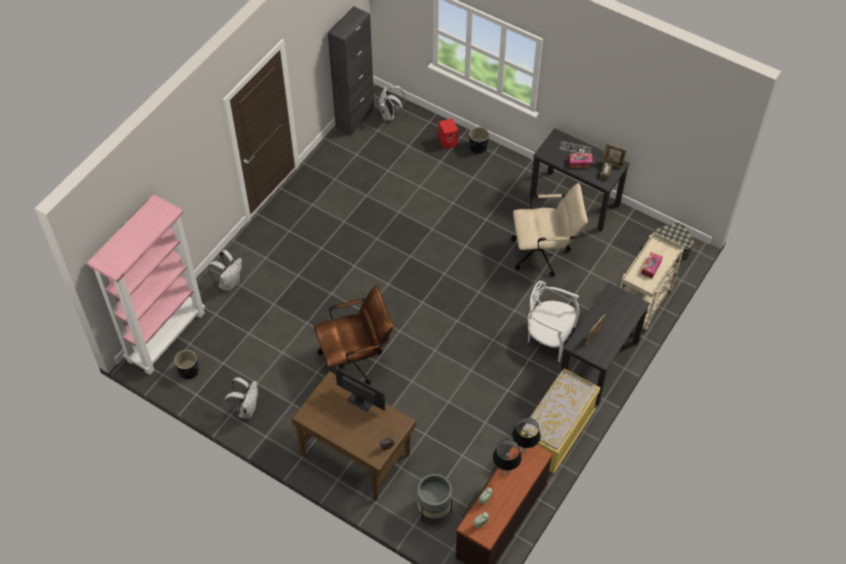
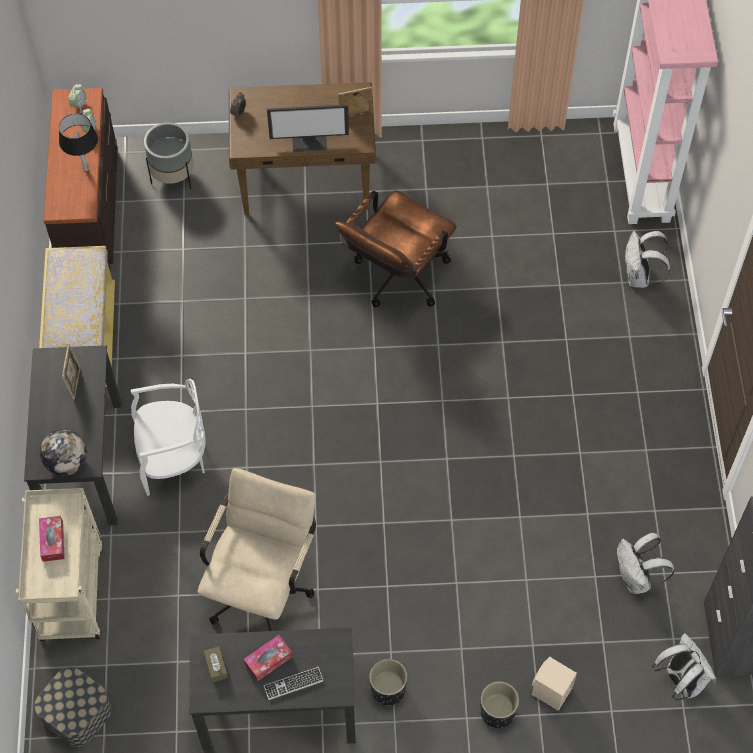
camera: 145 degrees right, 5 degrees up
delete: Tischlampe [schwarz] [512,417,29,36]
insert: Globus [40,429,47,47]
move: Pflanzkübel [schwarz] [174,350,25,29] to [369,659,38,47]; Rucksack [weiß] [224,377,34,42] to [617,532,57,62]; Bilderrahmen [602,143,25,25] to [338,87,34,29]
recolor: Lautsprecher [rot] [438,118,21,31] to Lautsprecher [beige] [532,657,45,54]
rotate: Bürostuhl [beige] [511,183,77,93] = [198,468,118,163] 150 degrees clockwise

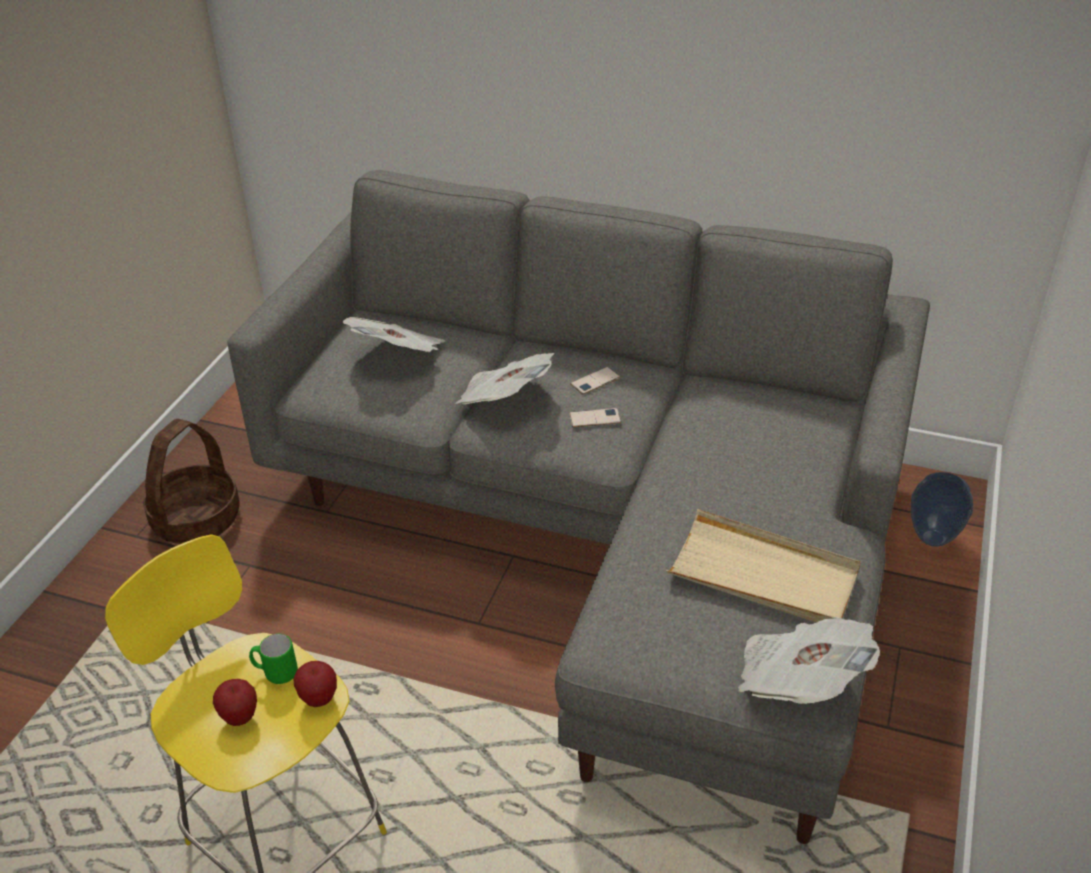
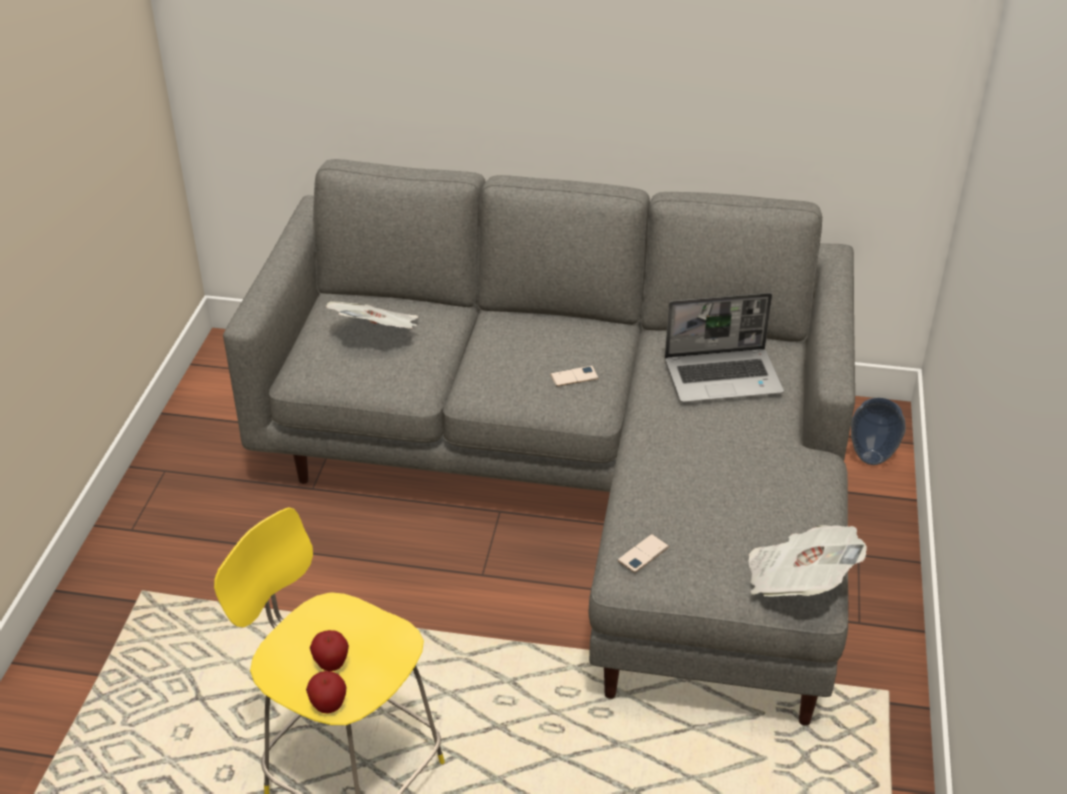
camera: 10 degrees left, 0 degrees up
delete: Korb [143,419,97,125]; Henkelbecher [grün] [249,634,49,50]; Zeitung [455,353,99,51]; Tablett [beige] [666,509,195,114]
insert: Laptop [665,293,119,110]
move: Apfel [293,661,44,46] to [306,671,40,43]; Handy [570,367,51,28] to [617,534,52,39]

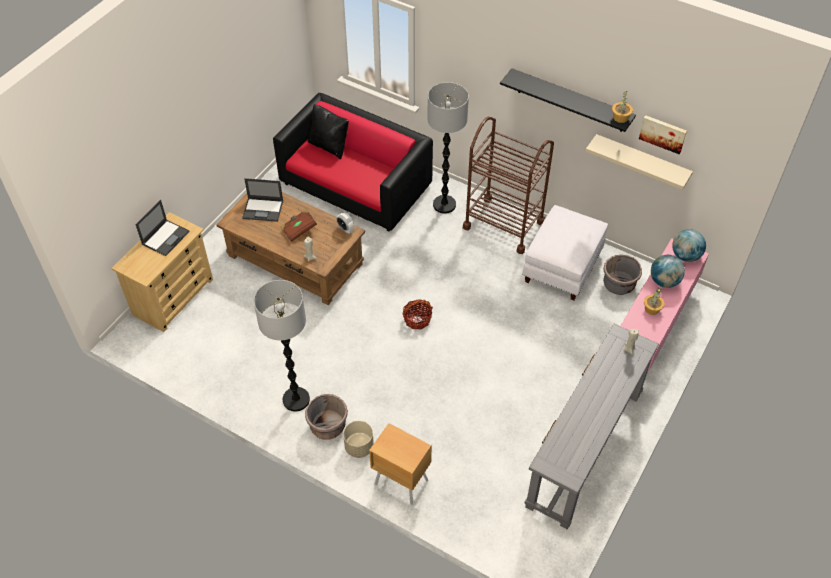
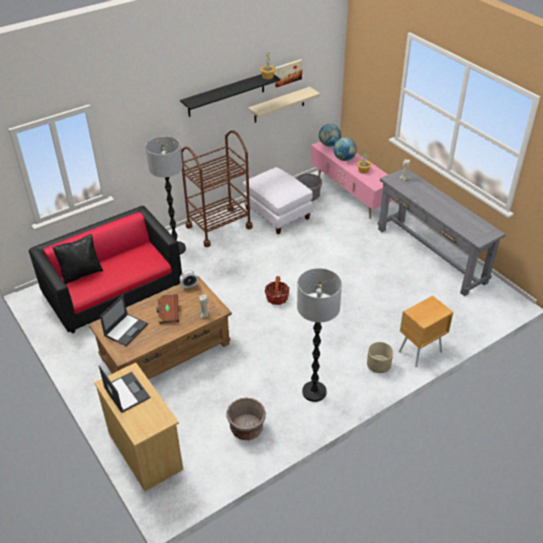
camera: 65 degrees left, 10 degrees down
move: Pflanzkübel [grau] [305,394,43,46] to [226,398,40,42]

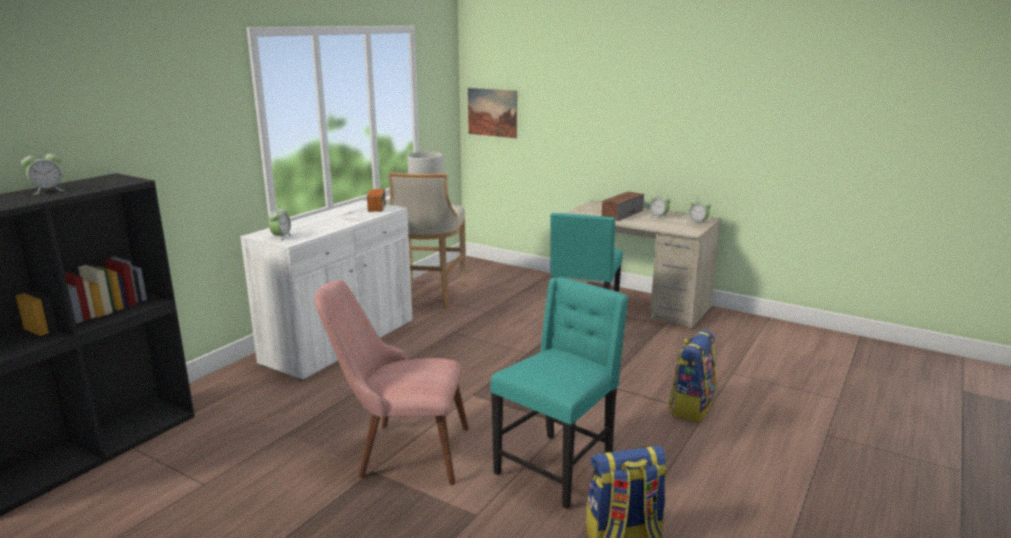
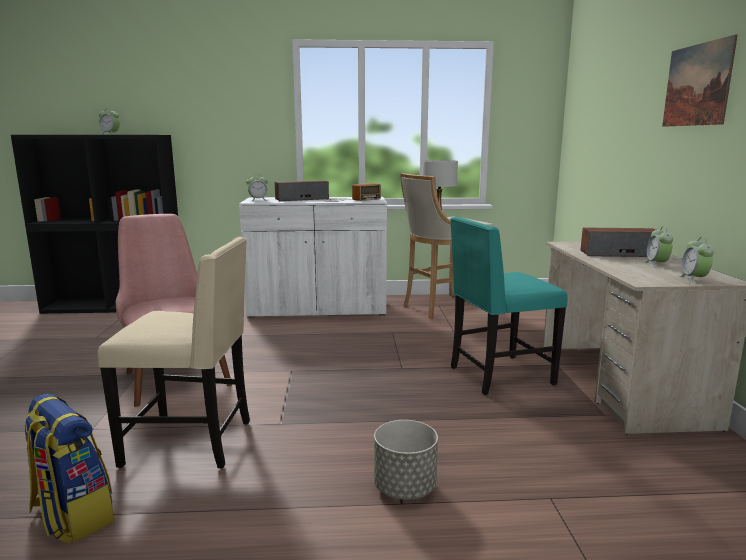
camera: 55 degrees right, 5 degrees down
insert: Lautsprecher [275,180,54,21]
move: Bild [468,88,49,50] to [662,35,76,92]
replace: Rucksack [668,330,49,92] to Pflanzkübel [grau] [374,420,64,80]
recolor: Stuhl [türkis] [490,277,139,232] to Stuhl [beige] [97,237,153,232]

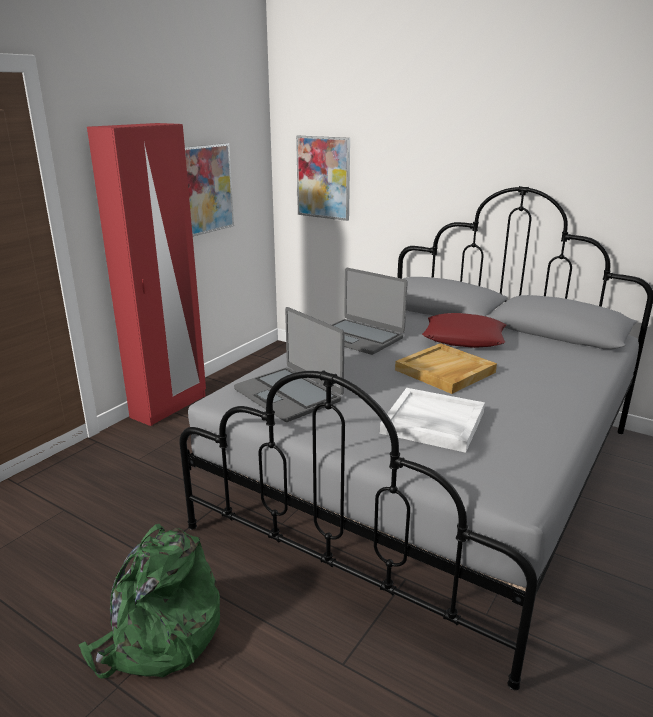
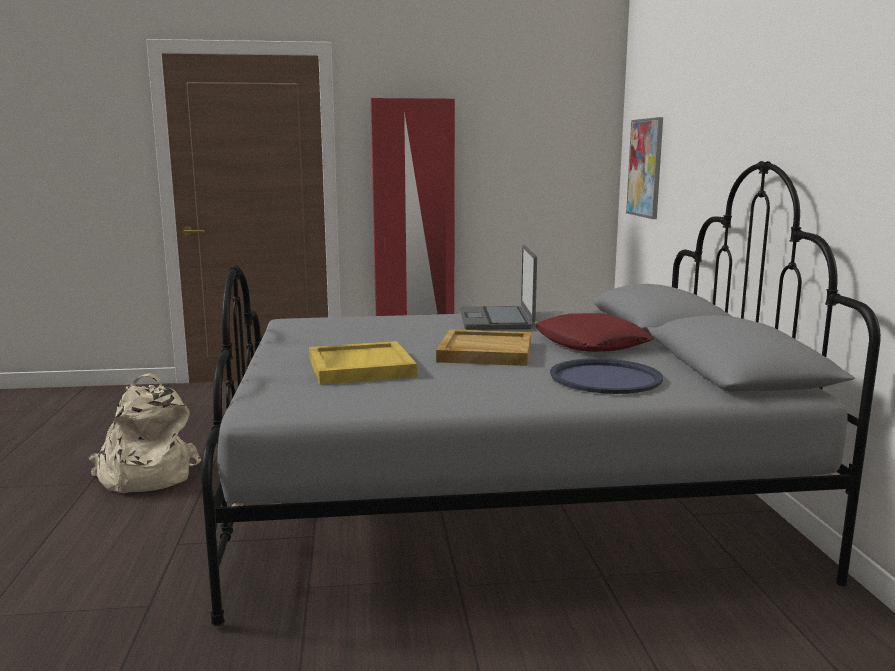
camera: 50 degrees right, 10 degrees down
delete: Bild [185,143,49,94]; Laptop [234,307,111,115]
insert: Tablett [blau] [550,358,113,36]
recolor: Rucksack [grün] [79,524,141,155] to Rucksack [beige] [88,373,113,120]; Tablett [weiß] [380,388,105,65] to Tablett [gelb] [309,341,108,44]

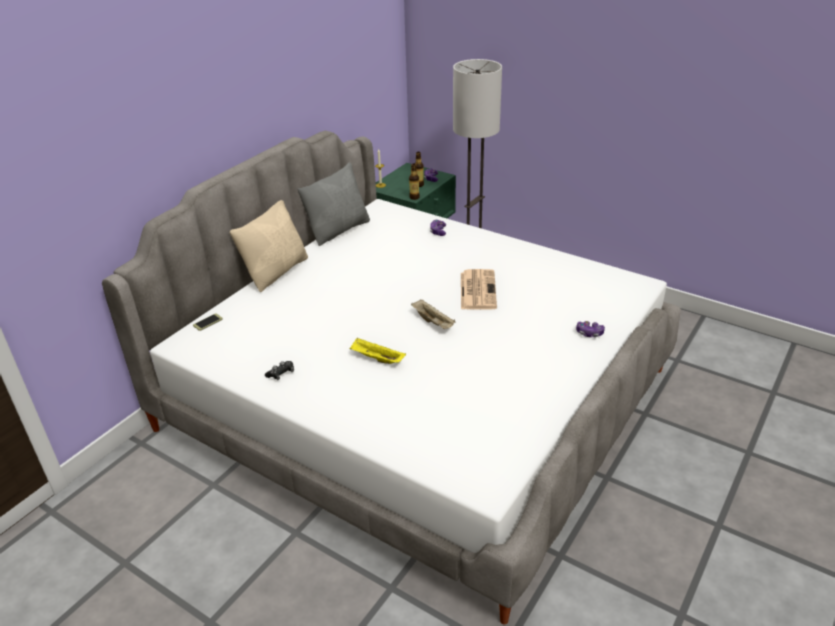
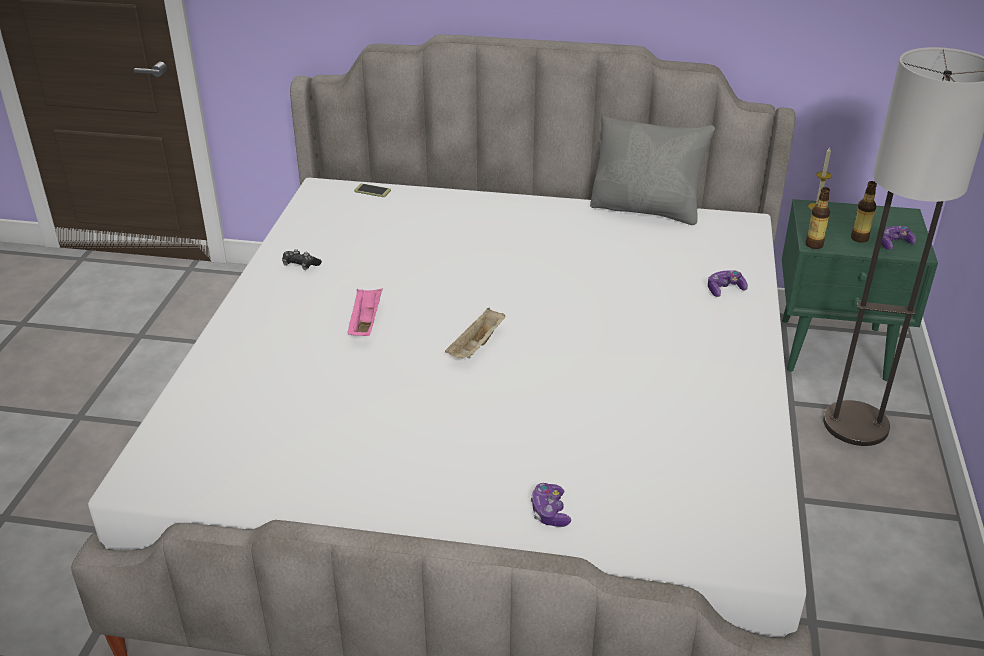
camera: 65 degrees right, 0 degrees up
delete: Kissen [beige] [230,200,78,92]; Zeitung [461,269,36,41]
recolor: Tablett [gelb] [350,338,56,26] to Tablett [rosa] [347,288,36,48]

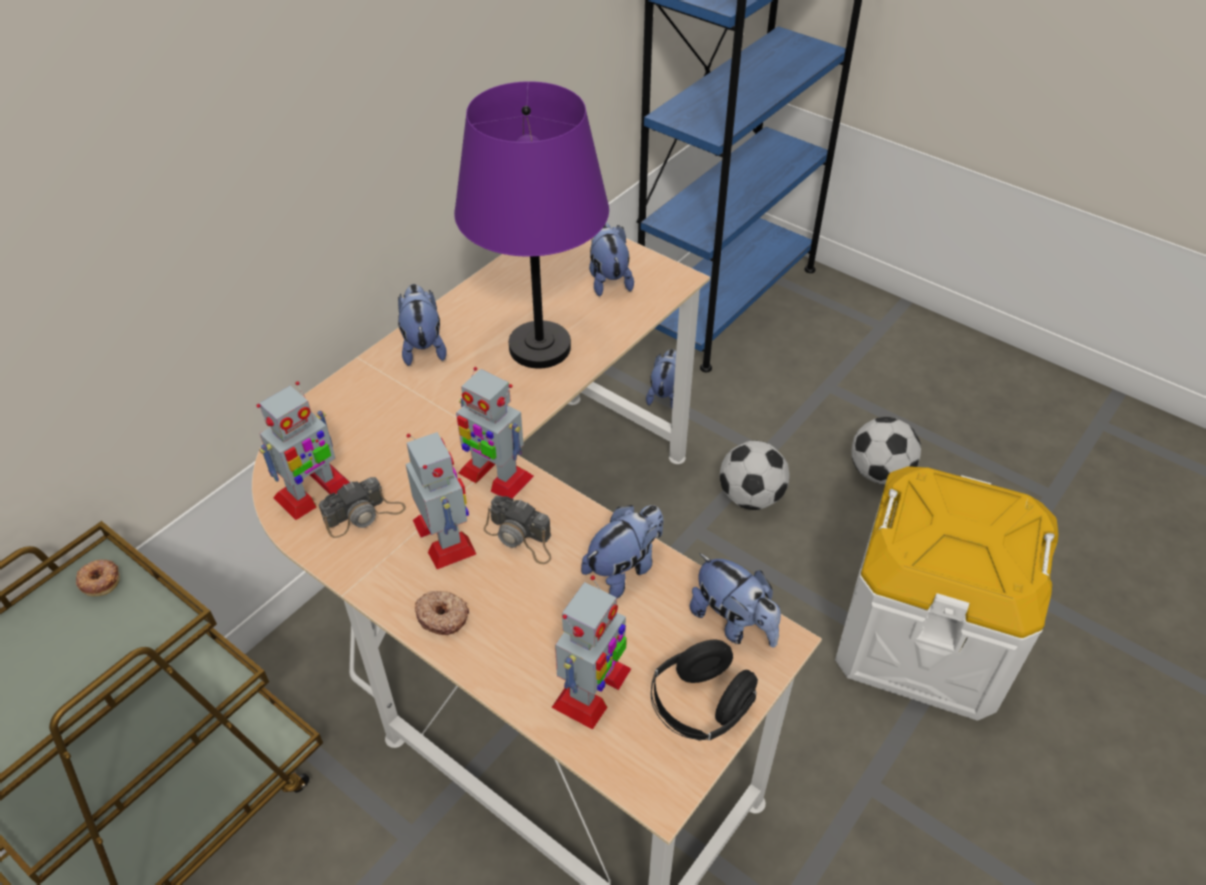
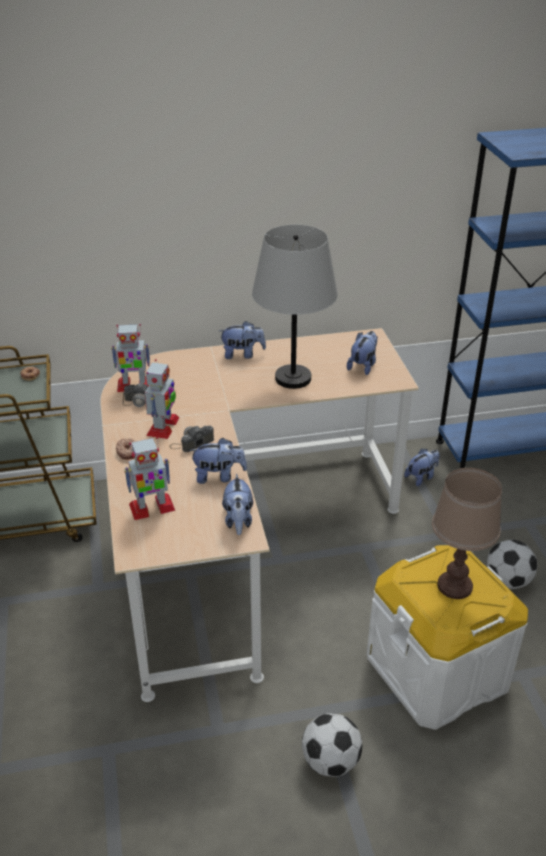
camera: 40 degrees right, 10 degrees down
delete: Spielzeugroboter [456,367,78,132]; Kopfhörer [schwarz] [651,640,107,101]
insert: Tischlampe [braun] [432,468,70,131]
move: Fußball [720,440,70,70] to [302,713,60,64]
recolor: Tischlampe [lila] [454,81,155,288] to Tischlampe [grau] [252,224,86,165]
rotate: Plüschtier [398,284,49,82] = [219,321,47,38] 60 degrees clockwise; Kamera [484,496,67,68] = [169,426,45,26] 75 degrees clockwise

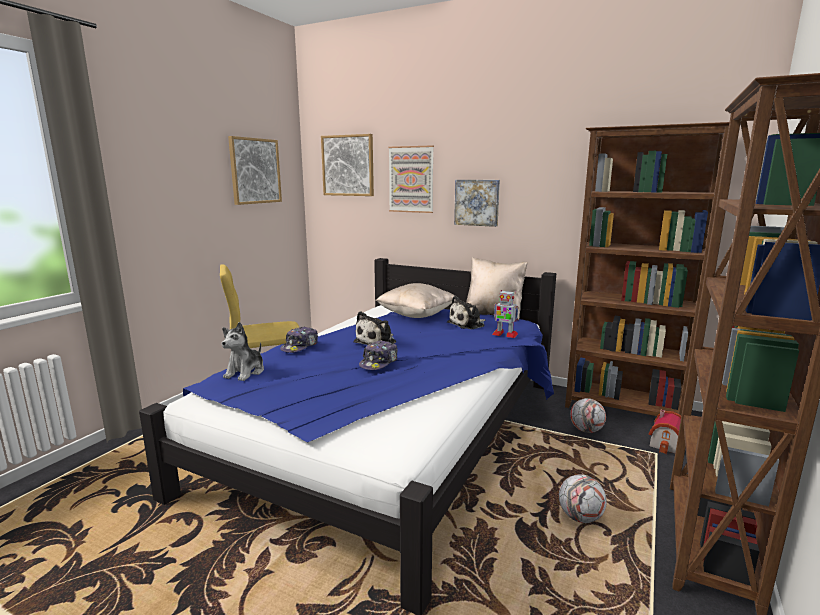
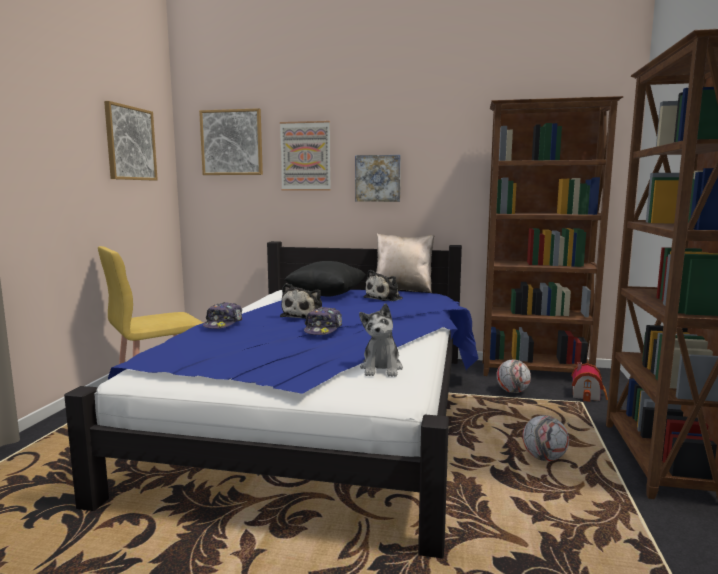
camera: 15 degrees left, 5 degrees down
delete: Spielzeugroboter [492,290,27,48]
move: Plüschtier [222,322,42,59] to [359,304,44,73]
recolor: Kissen [beige] [376,283,79,35] to Kissen [schwarz] [284,261,81,35]

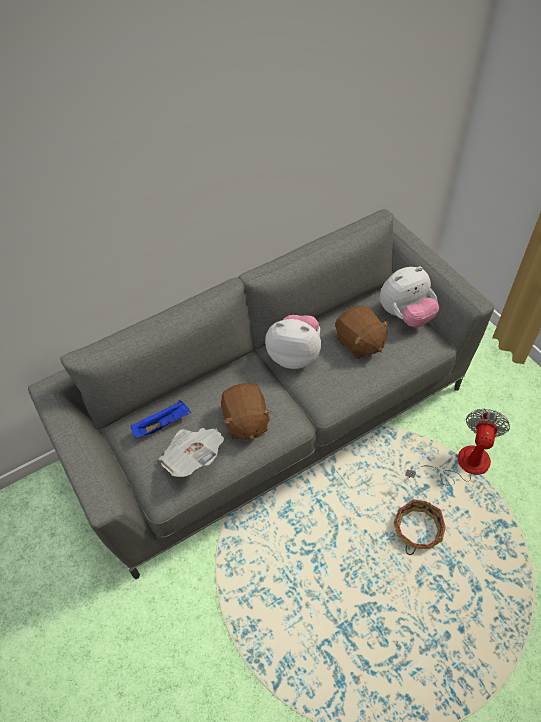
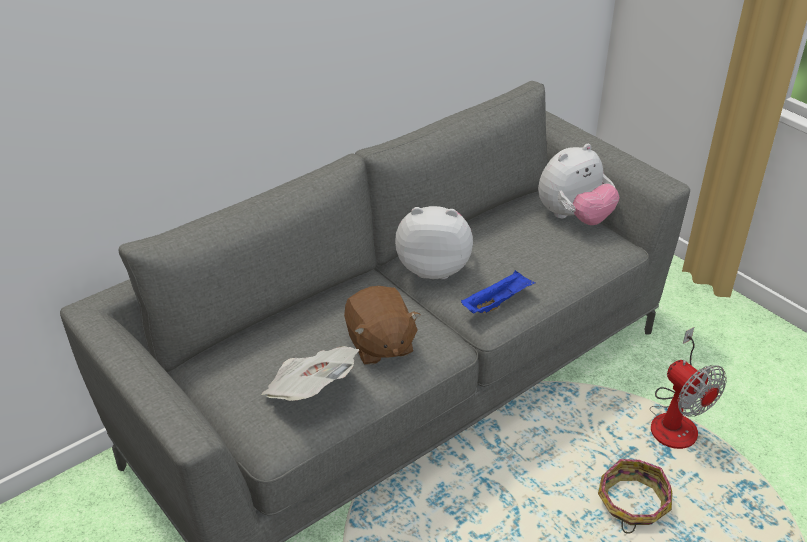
camera: 10 degrees left, 15 degrees down
delete: Plüschtier [braun] [335,306,55,53]
move: Tablett [blau] [131,400,60,38] to [461,270,75,43]
rotate: Ventilator [405,409,105,77] = [650,327,77,122] 135 degrees clockwise

